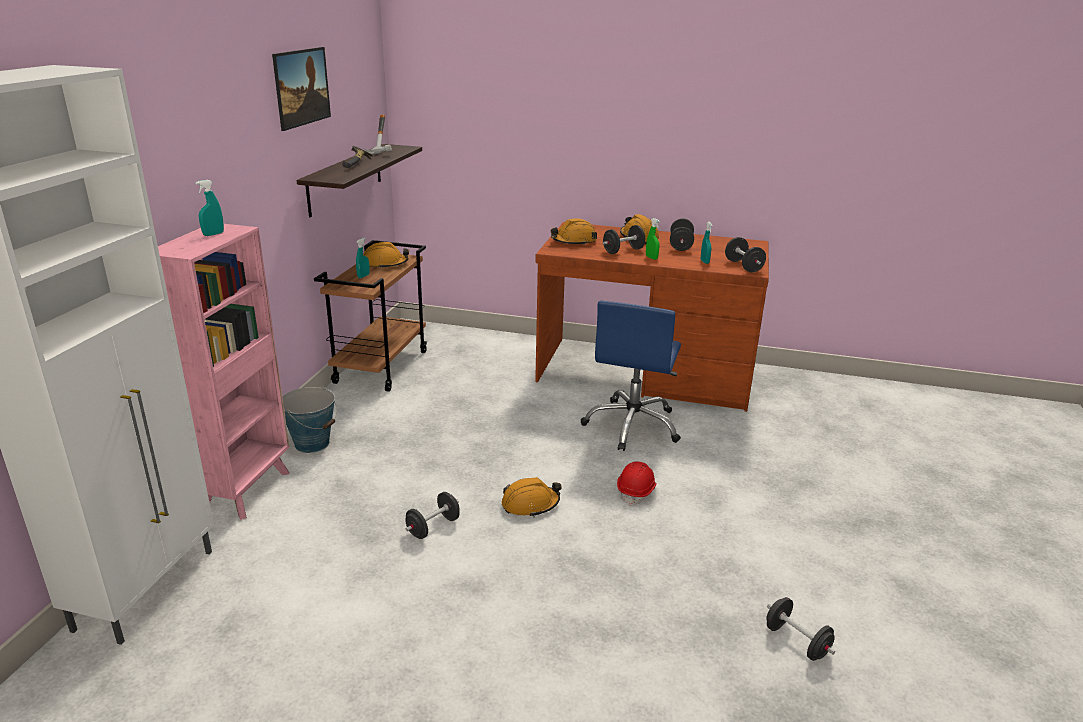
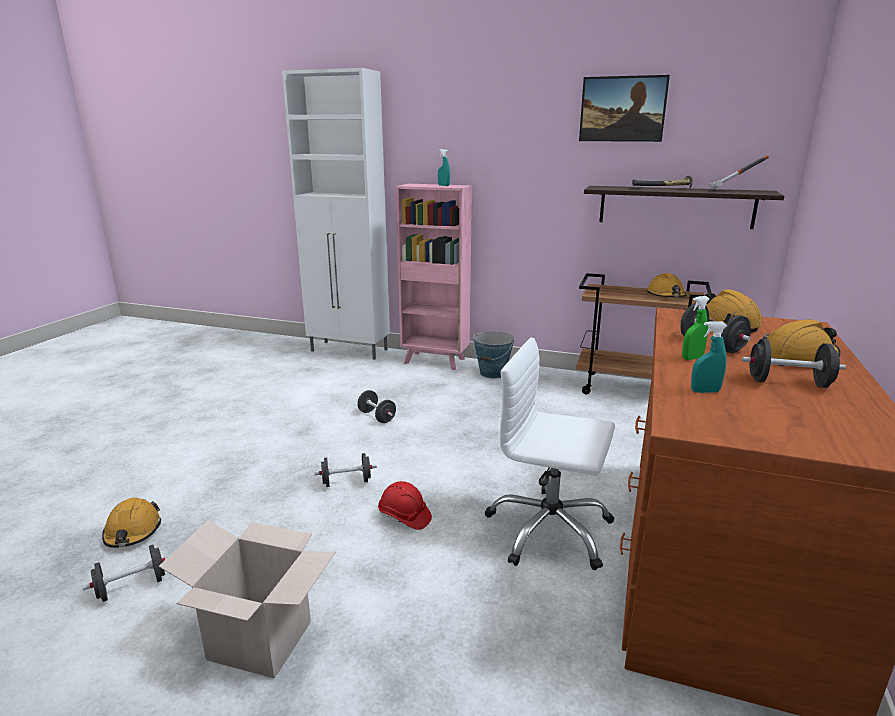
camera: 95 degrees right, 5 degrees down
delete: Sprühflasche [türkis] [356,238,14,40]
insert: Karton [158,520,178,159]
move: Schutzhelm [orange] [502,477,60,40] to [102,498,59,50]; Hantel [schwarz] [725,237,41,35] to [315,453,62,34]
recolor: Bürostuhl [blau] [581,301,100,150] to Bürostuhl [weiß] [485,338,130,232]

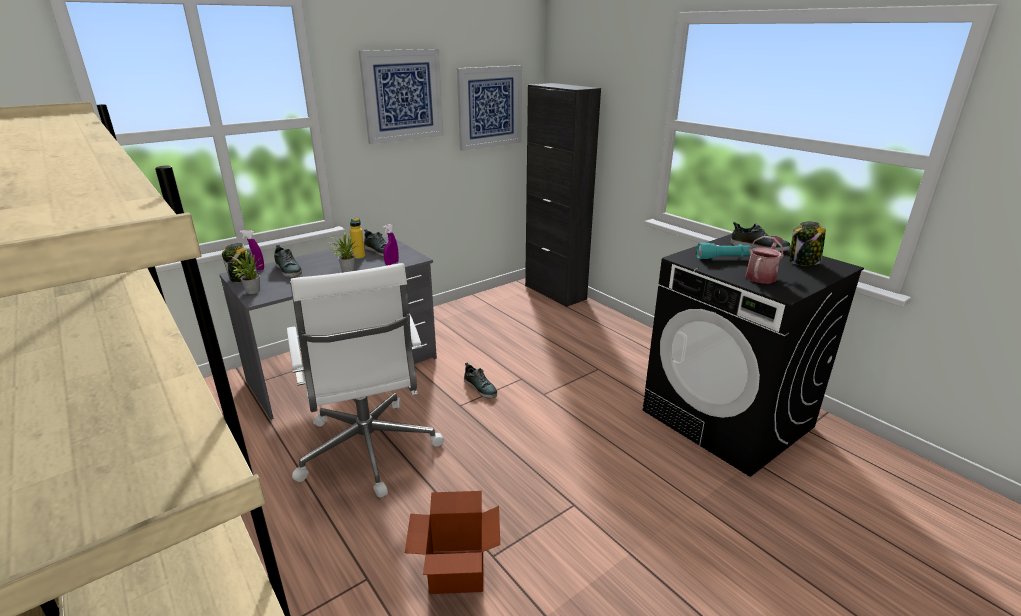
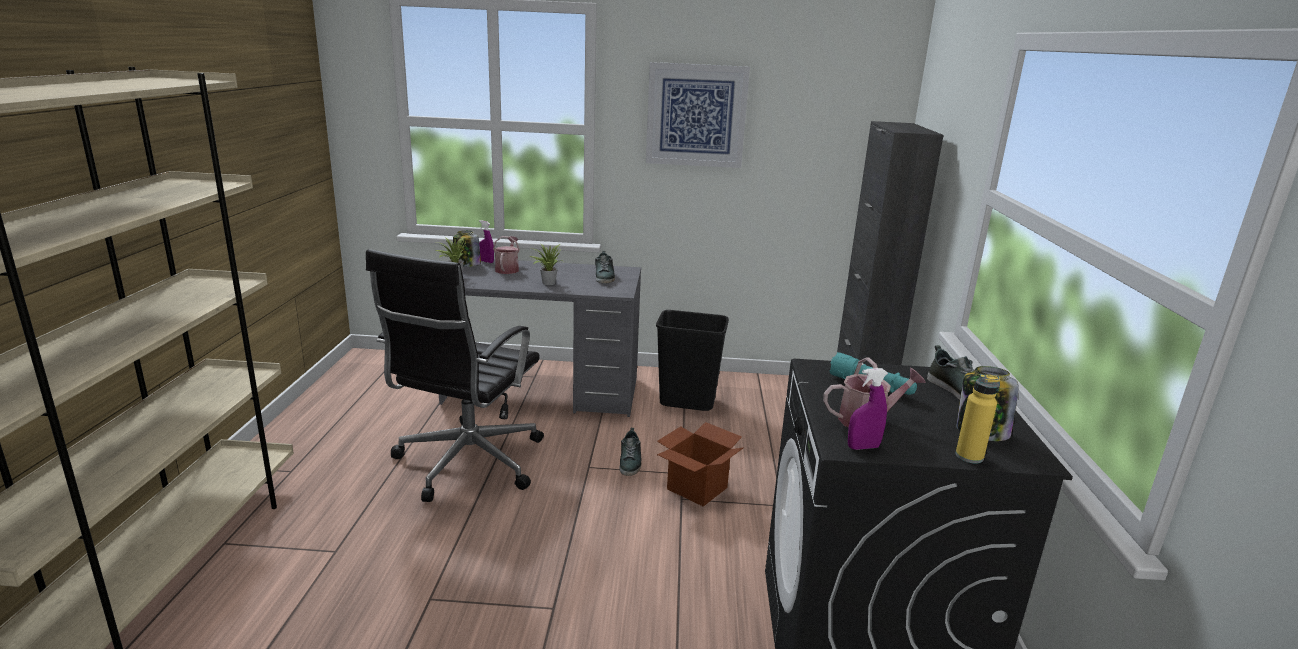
camera: 40 degrees right, 5 degrees down
delete: Bild [457,65,65,86]
insert: Mülleimer [schwarz] [656,310,73,101]
move: Flasche [gelb] [350,218,15,42] to [955,374,45,90]; Sprühflasche [lila] [383,224,16,41] to [848,368,40,82]; Karton [405,491,95,103] to [657,422,86,85]
replace: Schuh [274,245,28,32] to Gießkanne [493,236,27,38]
recolor: Bürostuhl [weiß] [287,263,157,235] to Bürostuhl [schwarz] [366,249,178,253]

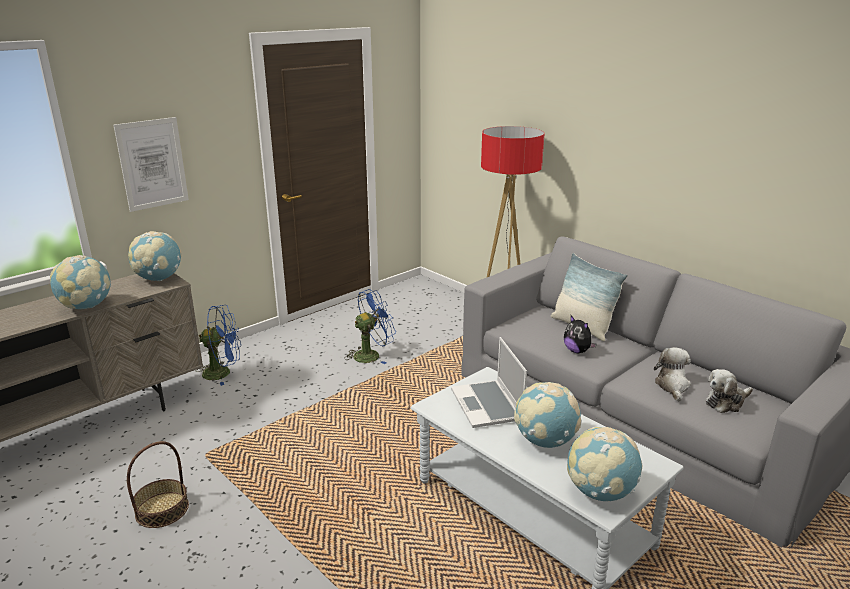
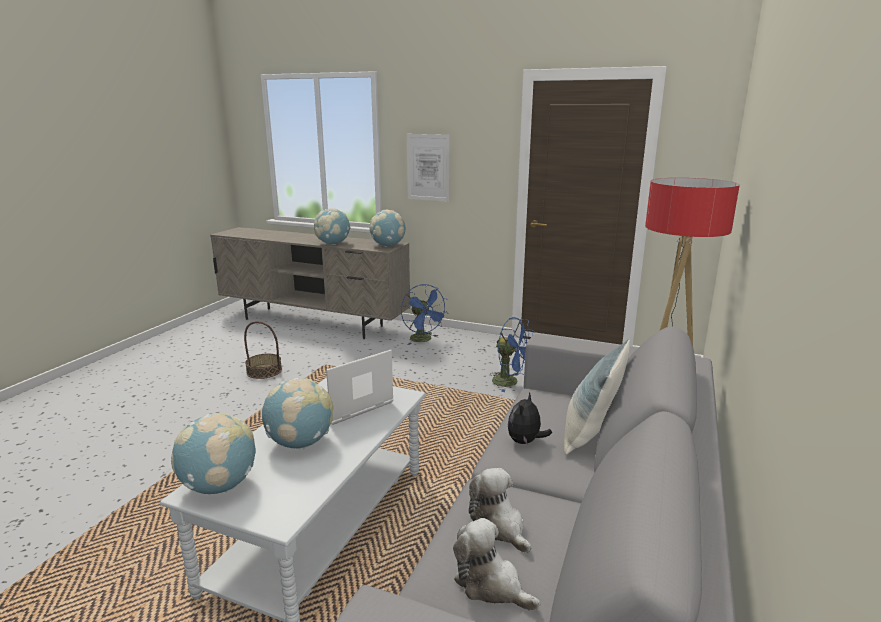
camera: 65 degrees right, 5 degrees down
rotate: Plüschtier [654,347,37,55] = [469,468,62,85] 105 degrees counterclockwise

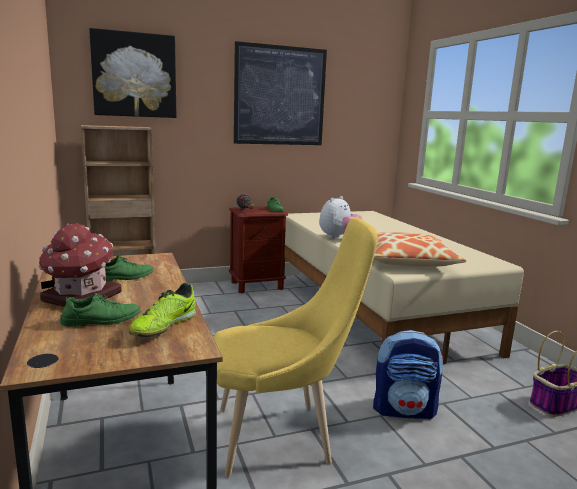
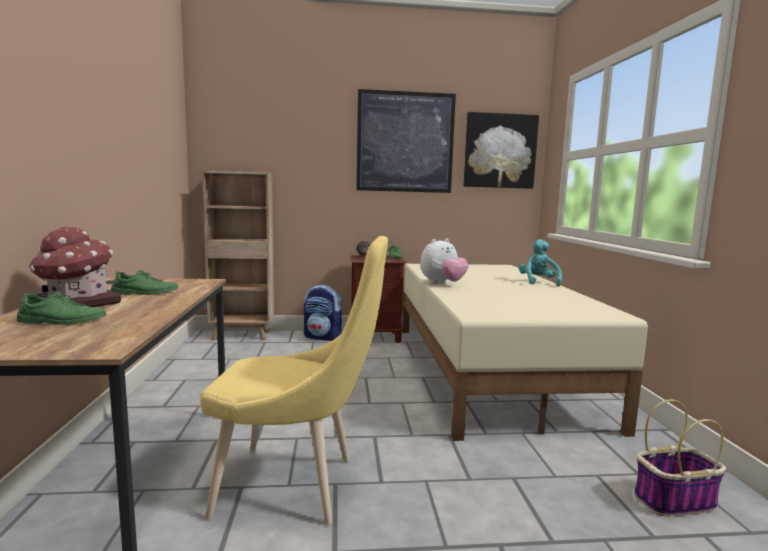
camera: 15 degrees right, 5 degrees down
delete: Schuh [129,283,67,54]; Kissen [374,232,92,35]
insert: Plüschtier [türkis] [519,239,43,48]
move: Bild [89,28,88,90] to [463,112,76,77]; Rucksack [373,330,70,90] to [304,285,39,56]

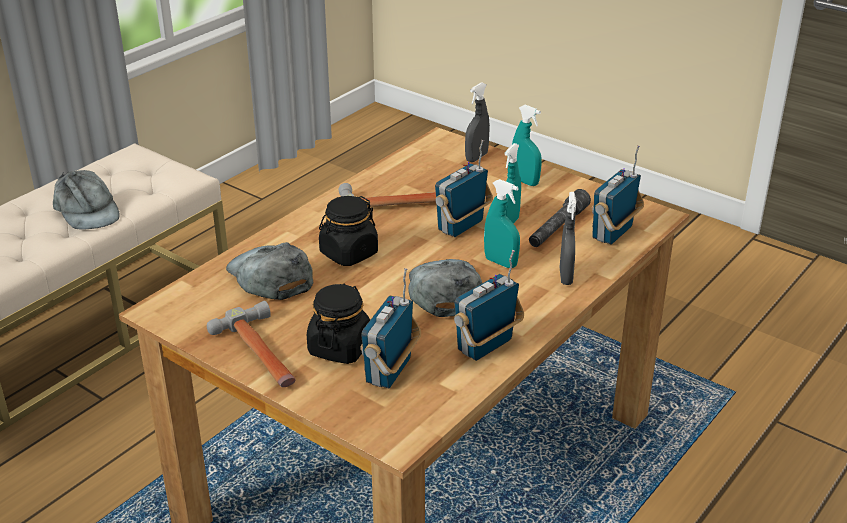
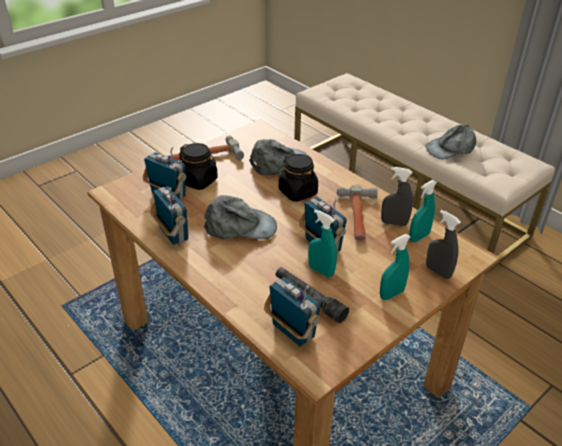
camera: 100 degrees right, 5 degrees up
move: Sprühflasche [türkis] [484,179,36,89] to [409,180,28,62]; Sprühflasche [grau] [560,192,16,93] to [381,167,32,59]

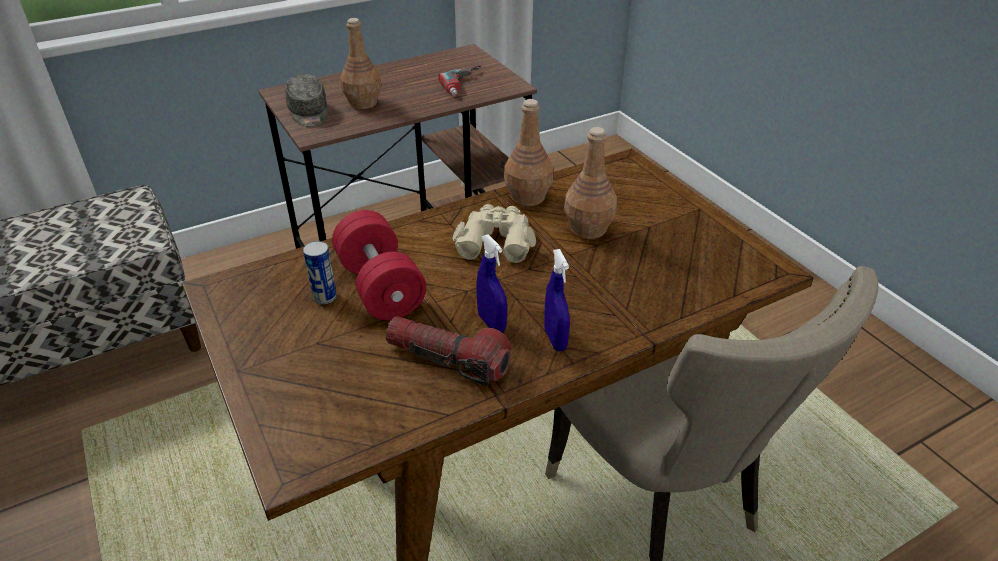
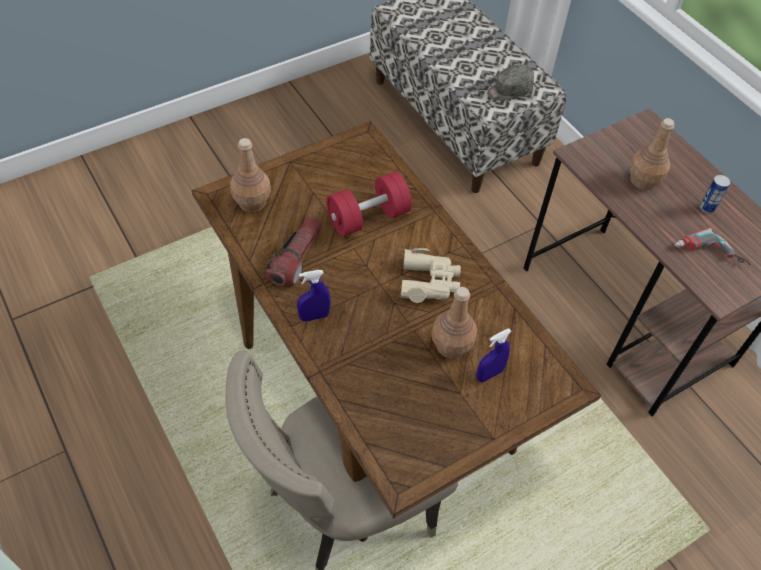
camera: 85 degrees right, 15 degrees up
move: Kappe [grau] [285,74,43,53] to [487,64,47,37]; Dose [303,241,34,63] to [700,175,31,39]; Sprühflasche [blau] [477,234,30,99] to [477,329,35,53]; Flasche [braun] [504,99,49,107] to [230,138,41,74]

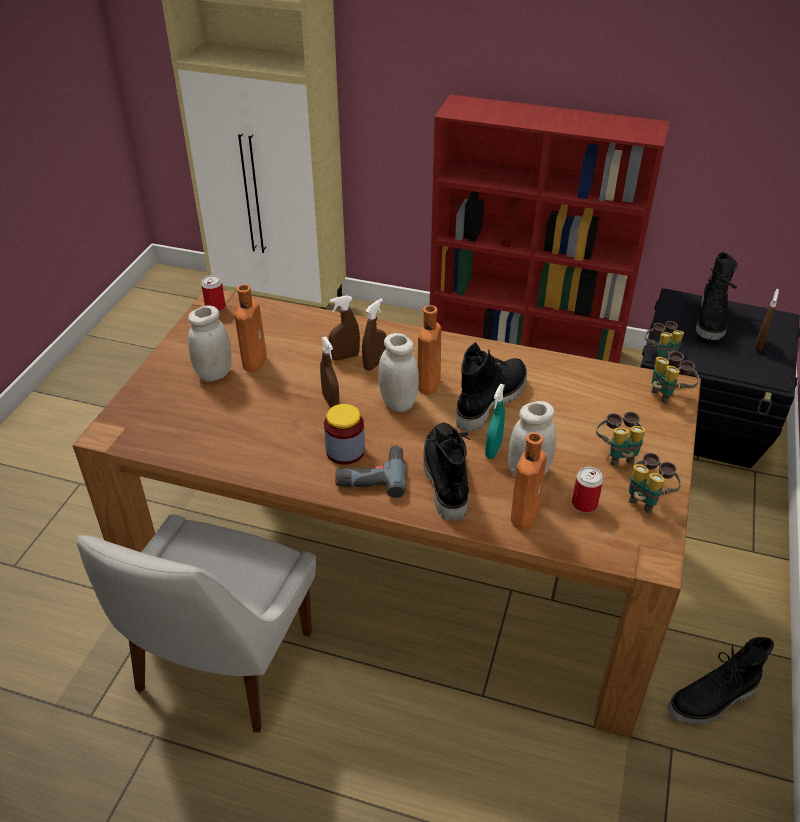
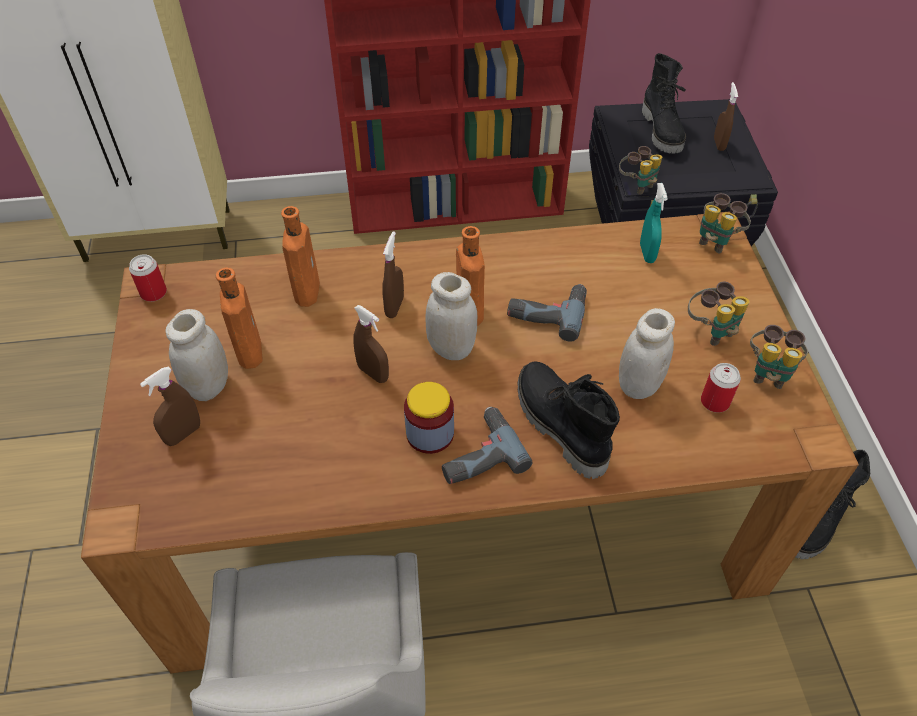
camera: 25 degrees left, 10 degrees up
move: Sprühflasche [braun] [328,295,32,66] to [140,367,60,79]; Sprühflasche [türkis] [485,384,20,75] to [640,183,28,80]; Flasche [orange] [511,432,36,98] to [281,206,39,101]
replace: Stiefel [schwarz] [456,342,71,90] to Bohrmaschine [507,284,80,58]

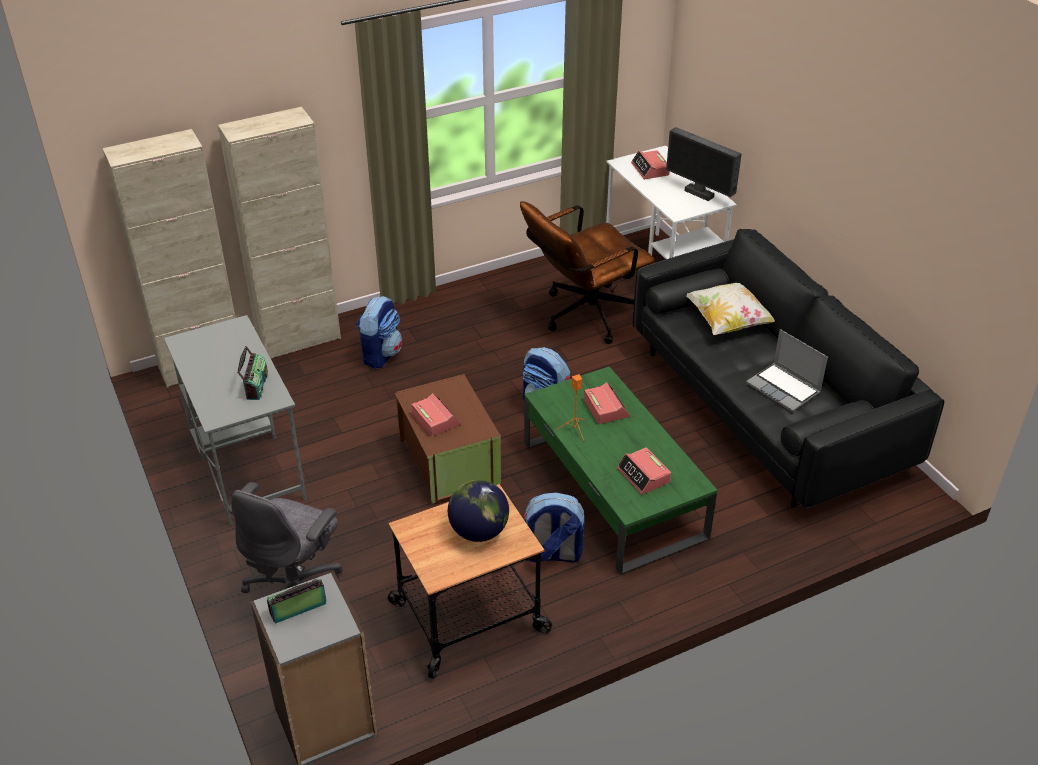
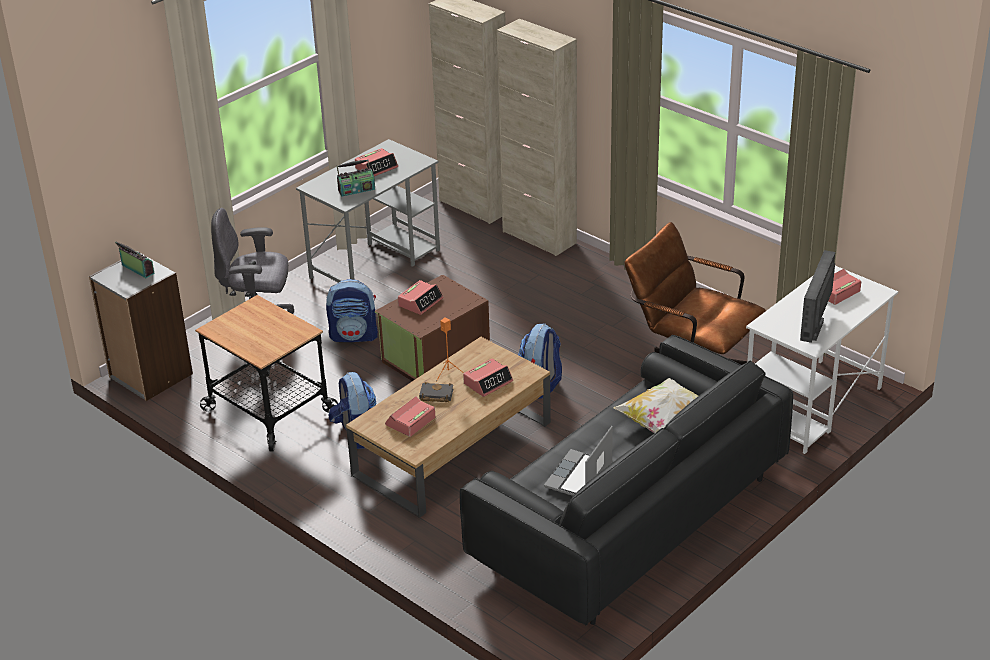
camera: 70 degrees right, 5 degrees down
delete: Globus [448,480,61,62]
insert: Wecker [355,148,43,28]; Buch [schwarz] [419,382,34,20]
move: Rucksack [356,296,46,73] to [326,279,52,63]
recolor: Couchtisch [grün] [524,367,193,208] to Couchtisch [braun] [346,337,205,181]

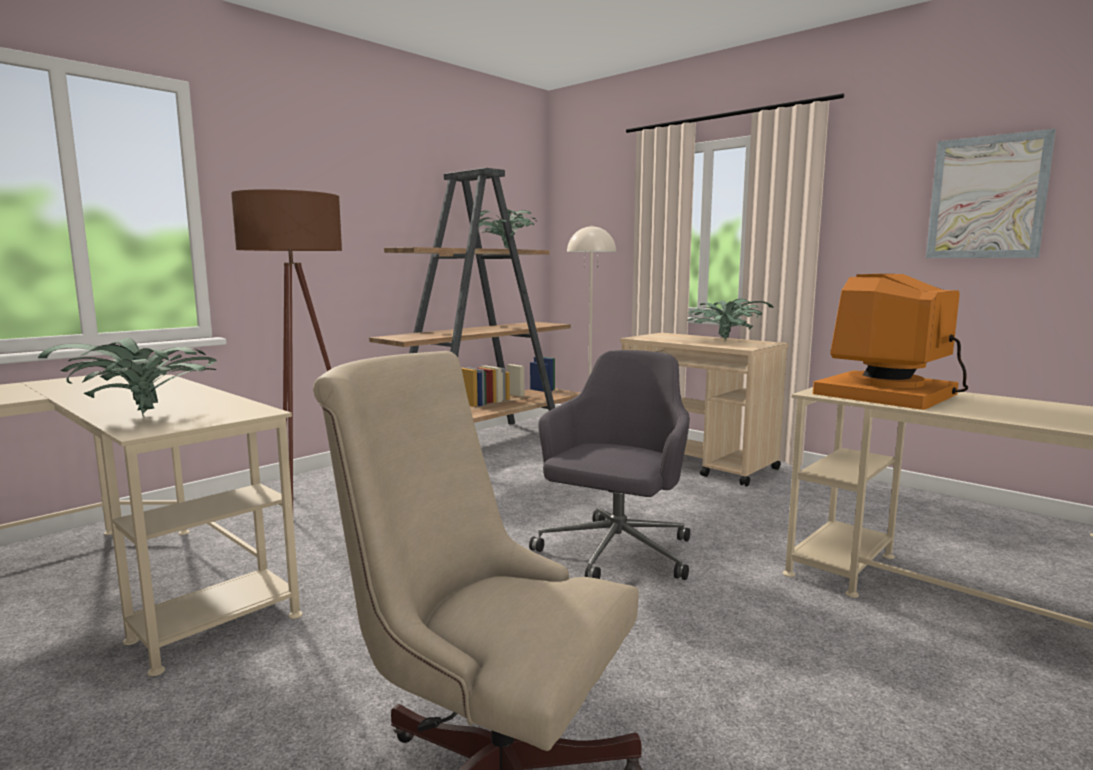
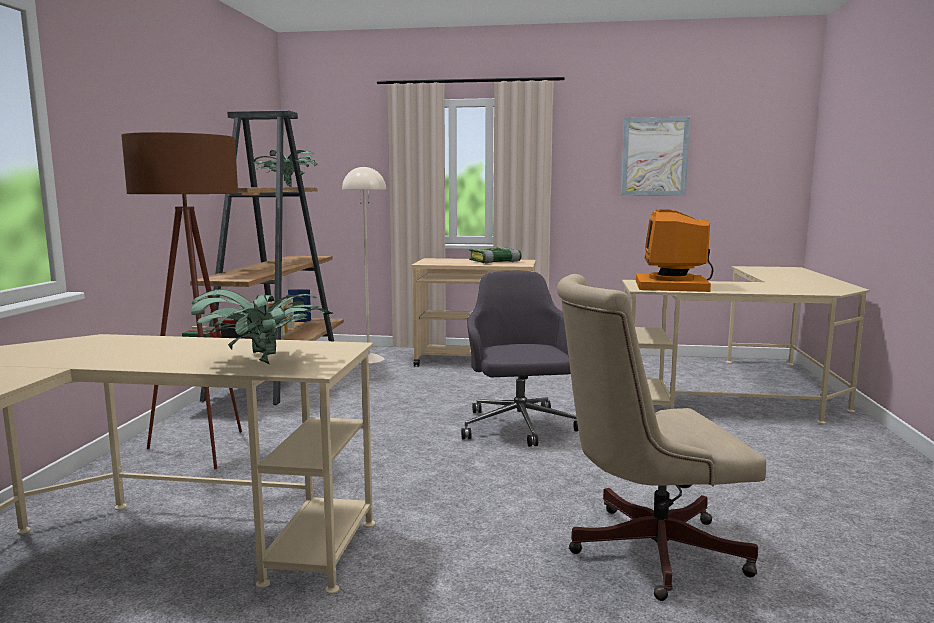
camera: 35 degrees left, 0 degrees up
replace: Topfpflanze [687,299,87,40] to Buch [469,247,53,17]

